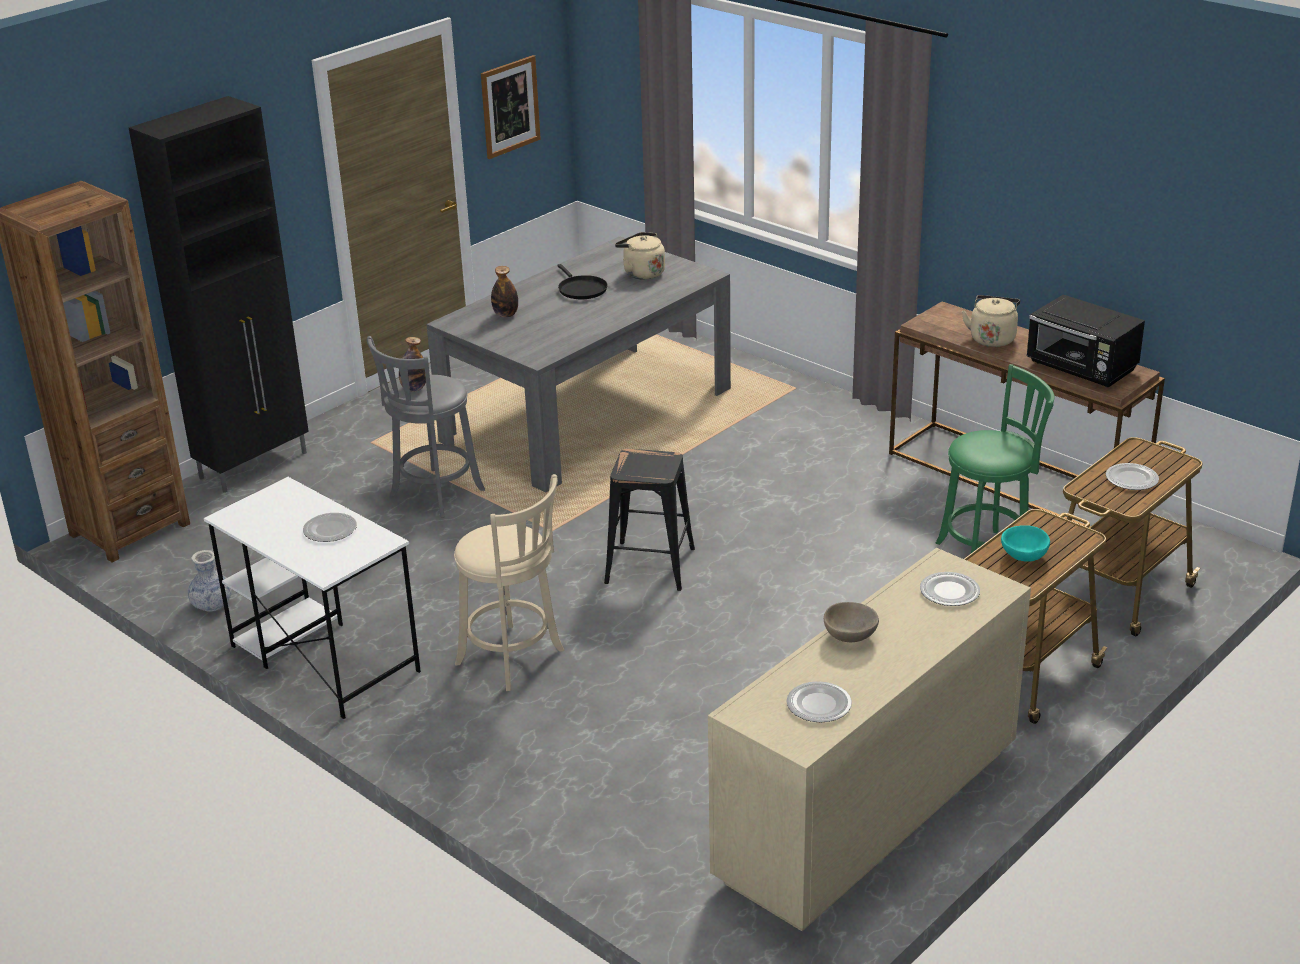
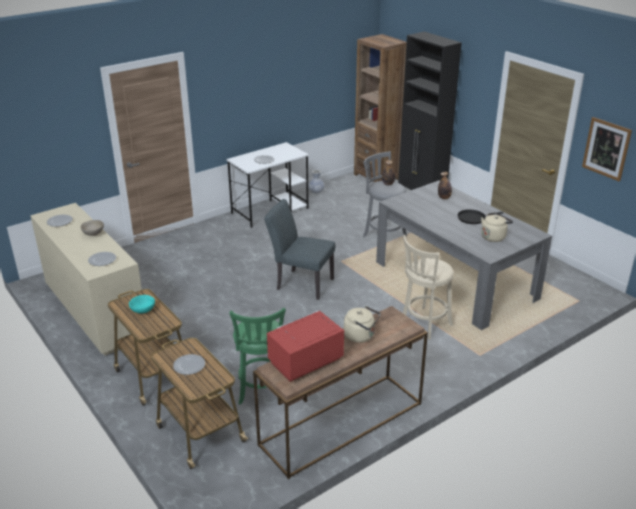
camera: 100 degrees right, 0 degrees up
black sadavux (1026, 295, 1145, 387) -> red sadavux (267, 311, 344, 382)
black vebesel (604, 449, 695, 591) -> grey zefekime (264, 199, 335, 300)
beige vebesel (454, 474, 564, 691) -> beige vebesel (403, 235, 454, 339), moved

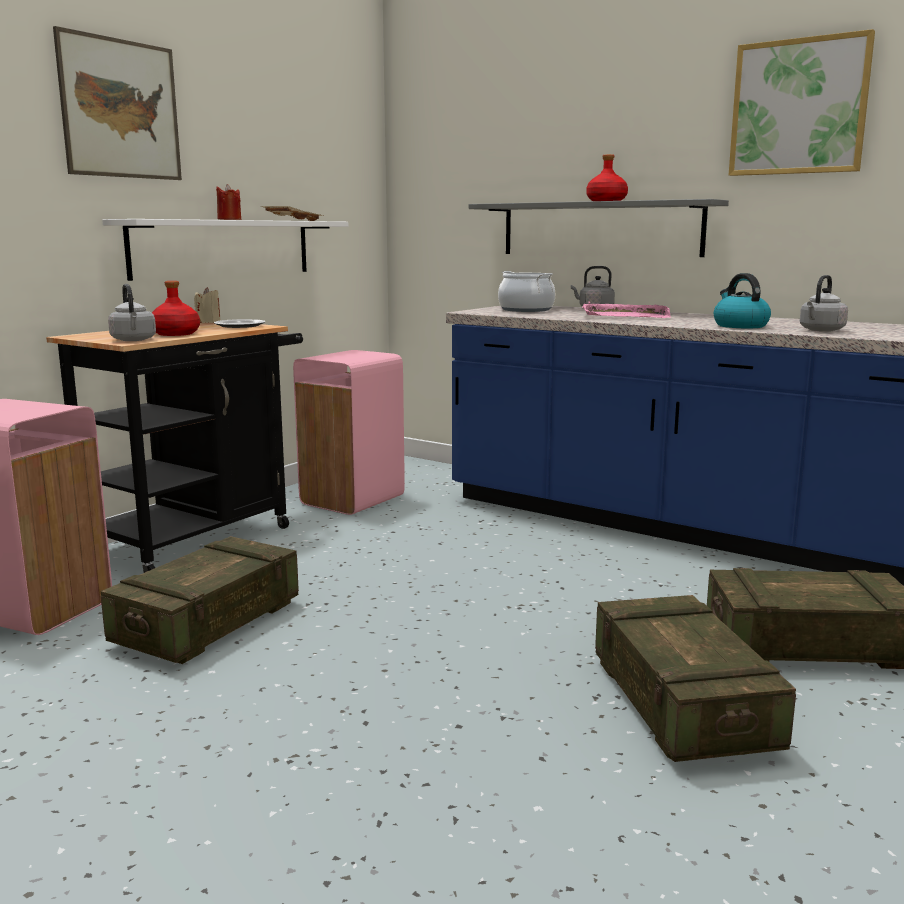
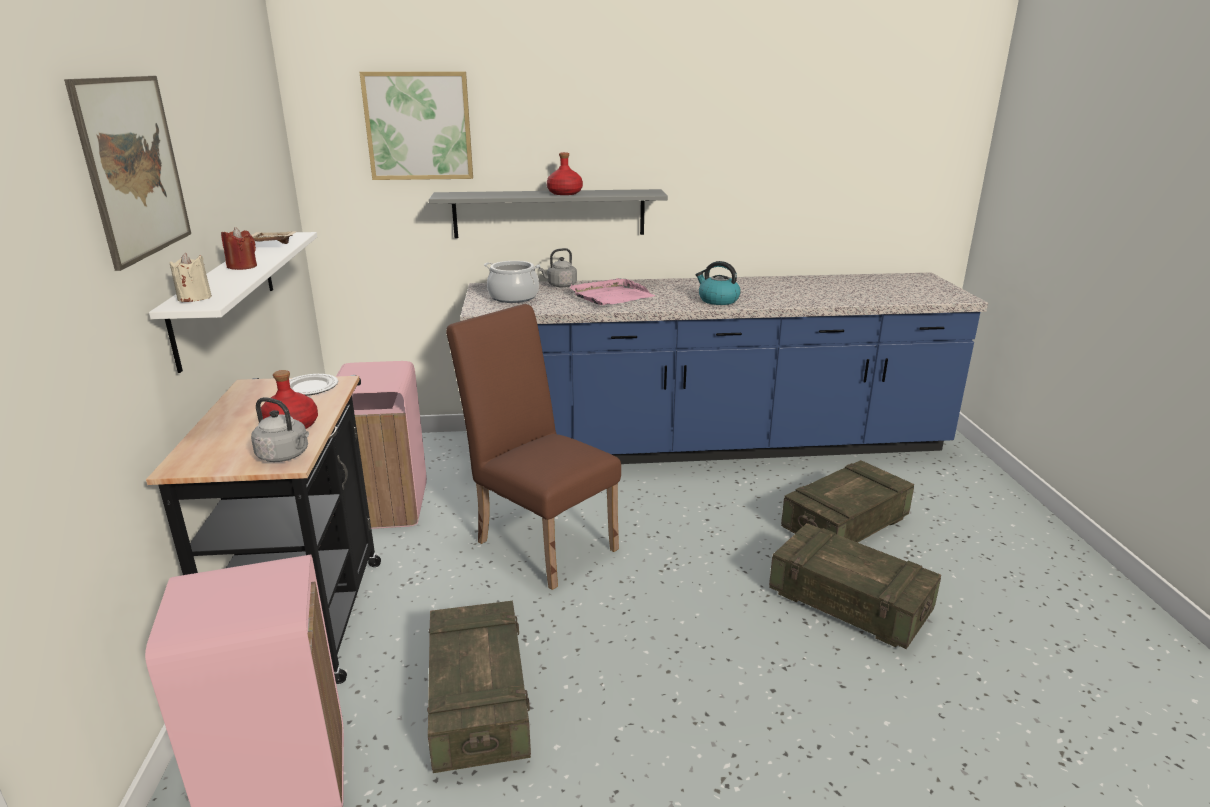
camera: 40 degrees left, 10 degrees up
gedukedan (729, 29, 875, 176) -> gedukedan (359, 72, 473, 180), moved
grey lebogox (800, 275, 848, 332) -> none
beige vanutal (194, 287, 221, 323) -> beige vanutal (169, 253, 212, 302), moved
none -> brown zefekime (446, 304, 621, 590)

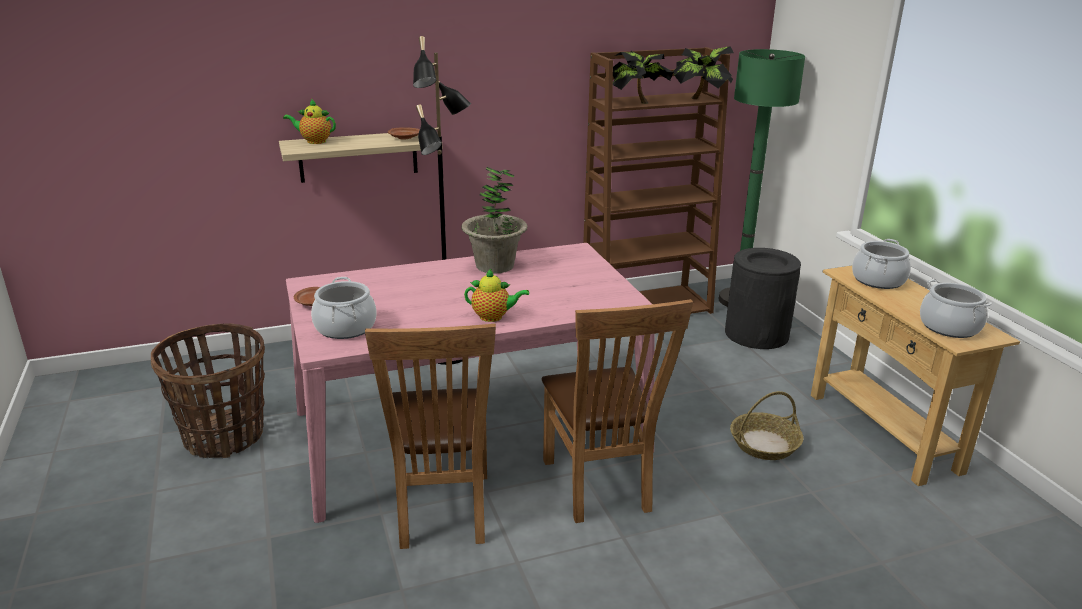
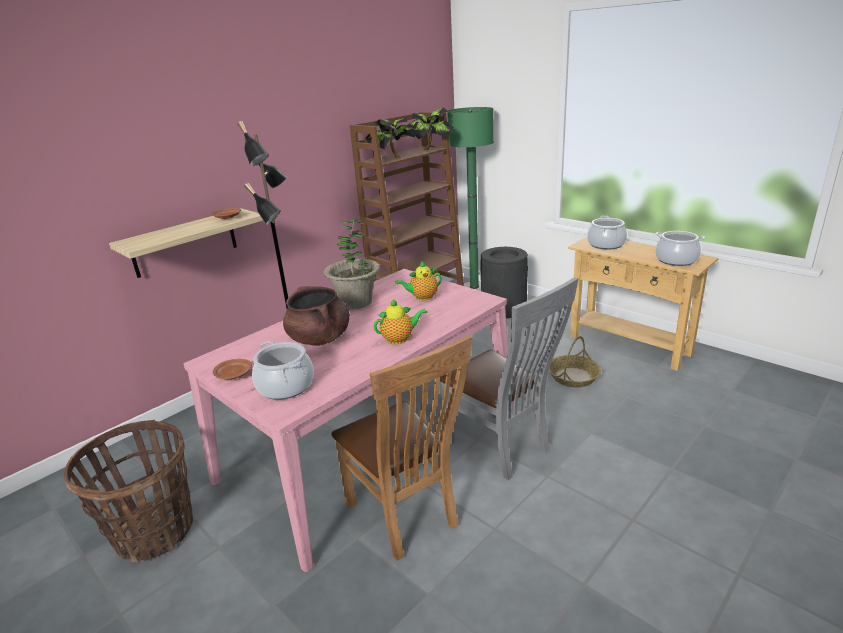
camera: 25 degrees left, 0 degrees up
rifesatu (283, 99, 336, 144) -> rifesatu (395, 261, 442, 301), moved
brown zefekime (542, 299, 693, 523) -> grey zefekime (440, 277, 579, 480)
none -> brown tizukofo (283, 286, 350, 346)

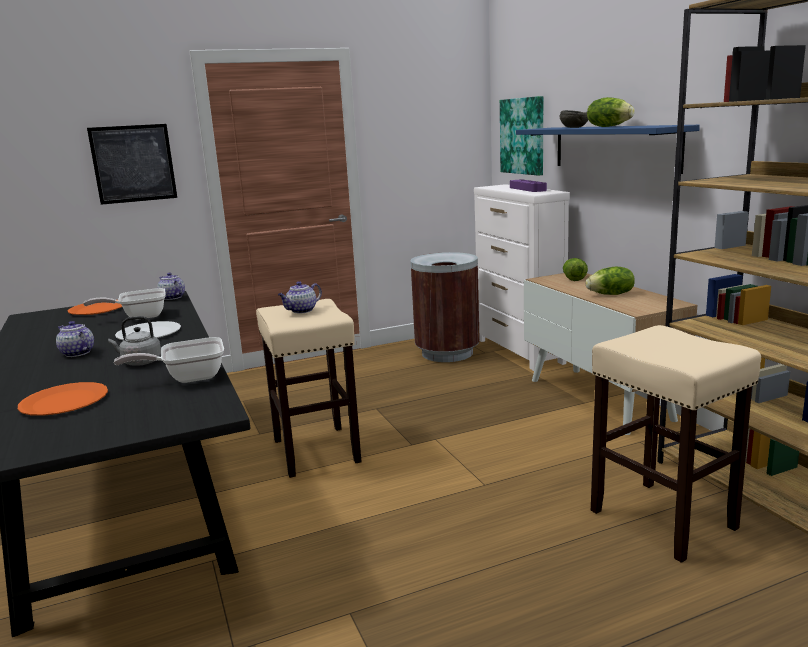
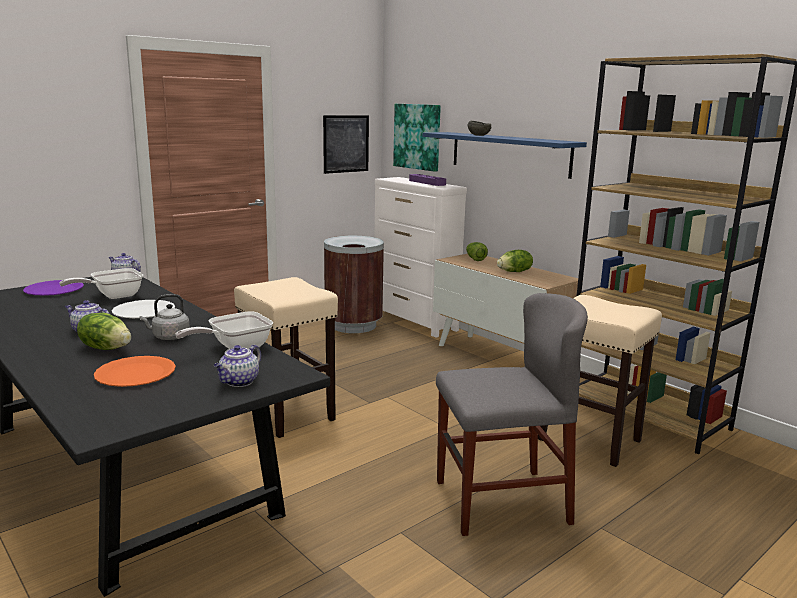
camera: 20 degrees left, 0 degrees up
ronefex (587, 97, 635, 127) -> ronefex (77, 313, 131, 350), moved
gedukedan (87, 124, 177, 205) -> gedukedan (323, 115, 369, 174), moved
rifesatu (278, 281, 322, 313) -> rifesatu (214, 345, 261, 387), moved
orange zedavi (68, 300, 122, 315) -> purple zedavi (23, 280, 84, 295)
none -> grey zefekime (436, 293, 588, 536)

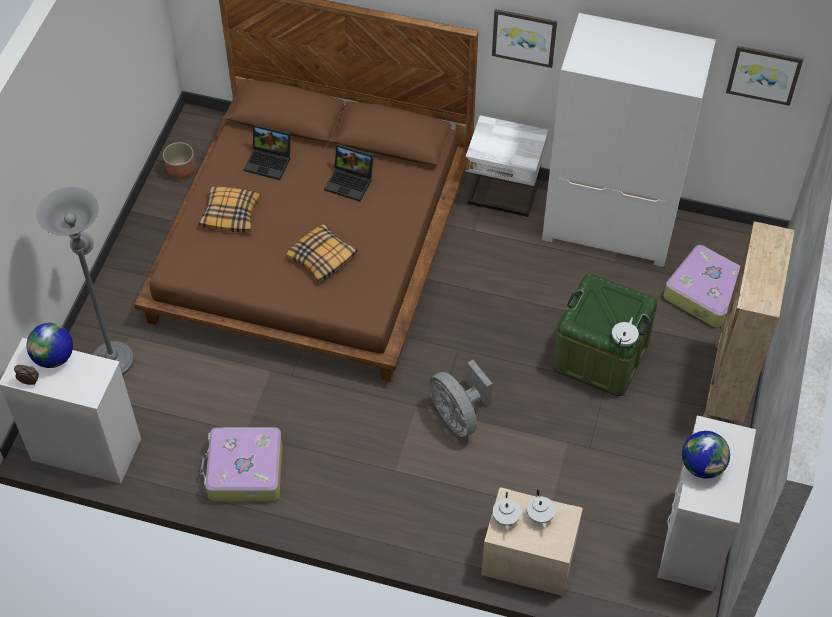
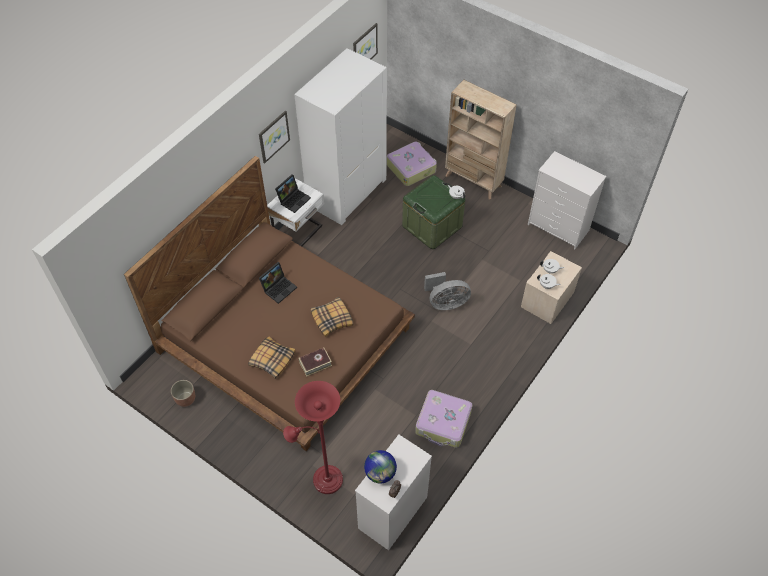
camera: 70 degrees left, 0 degrees up
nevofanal (244, 124, 291, 180) -> nevofanal (275, 174, 311, 213), moved
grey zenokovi (36, 187, 134, 376) -> red zenokovi (283, 381, 343, 494)
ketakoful (682, 431, 730, 478) -> none
none -> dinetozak (299, 347, 332, 377)

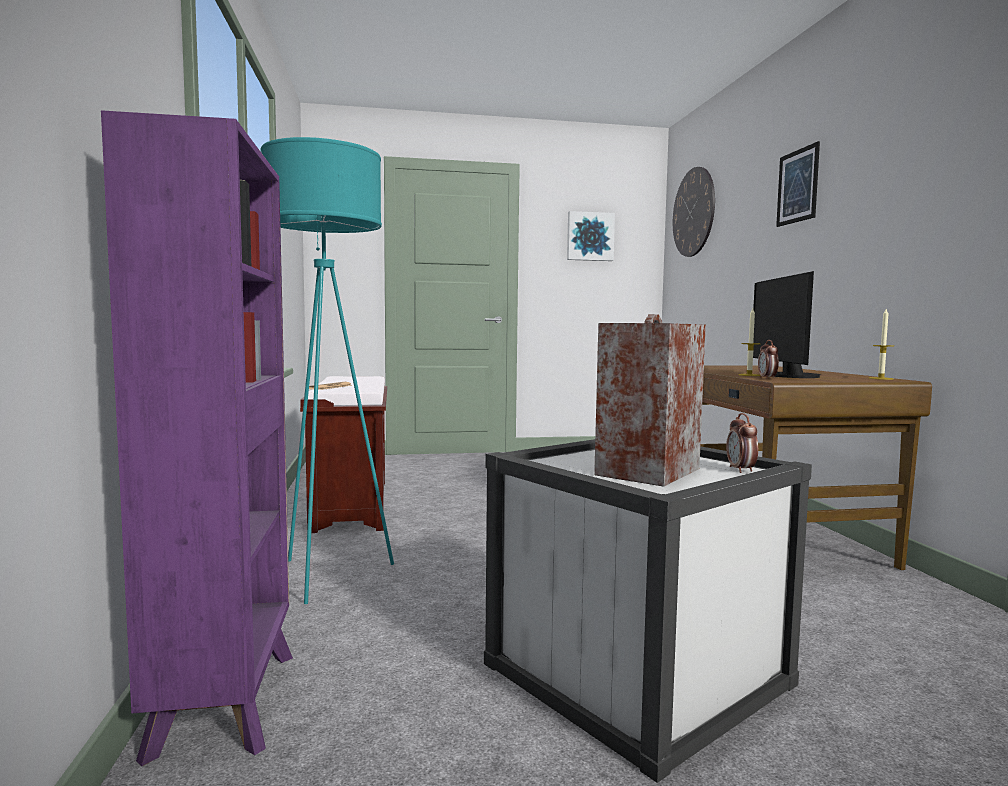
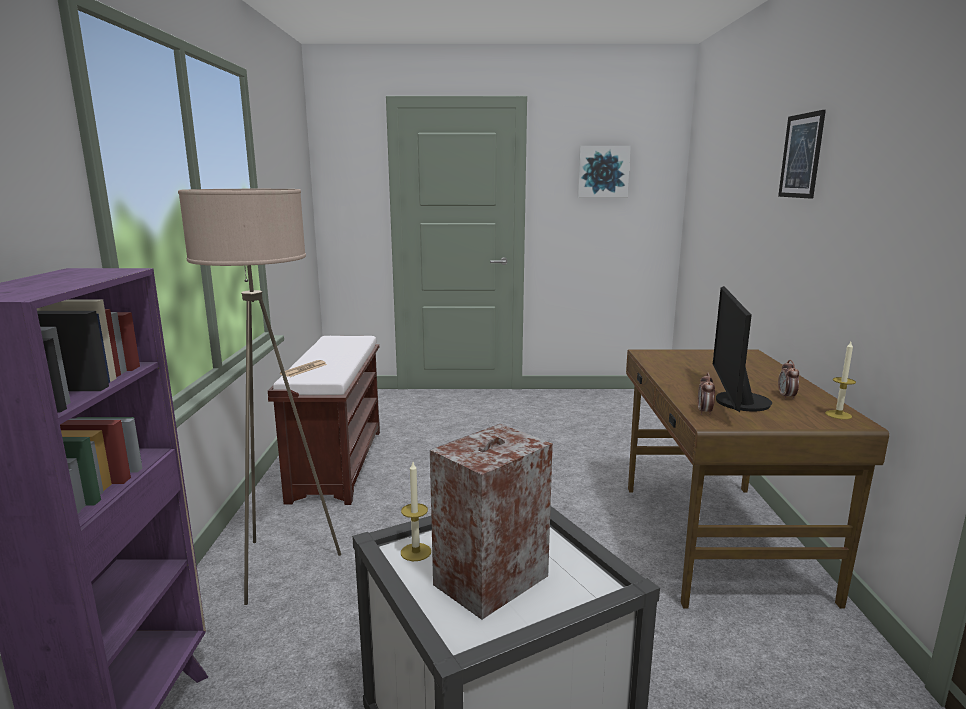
camera: 10 degrees right, 10 degrees up
turquoise zenokovi (261, 137, 394, 604) -> beige zenokovi (178, 189, 341, 605)
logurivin (673, 167, 715, 257) -> none
vanutal (738, 308, 761, 376) -> vanutal (401, 462, 431, 561), moved
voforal (726, 413, 758, 473) -> voforal (778, 360, 799, 400), moved

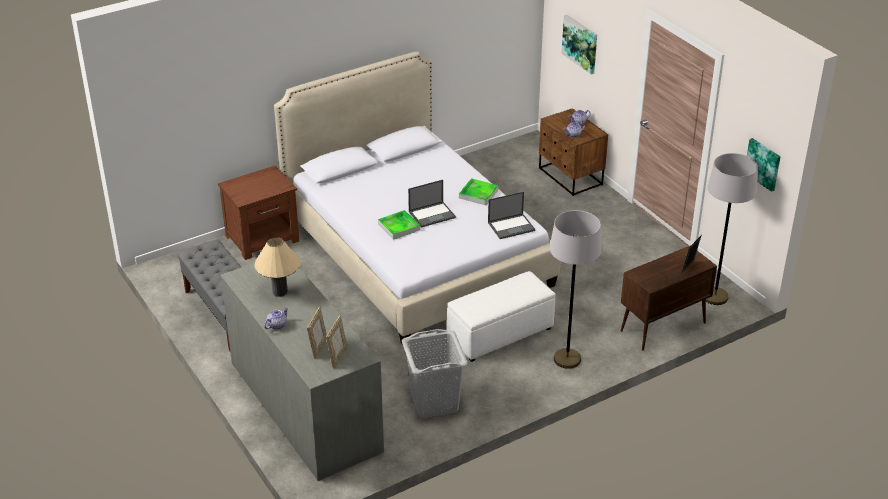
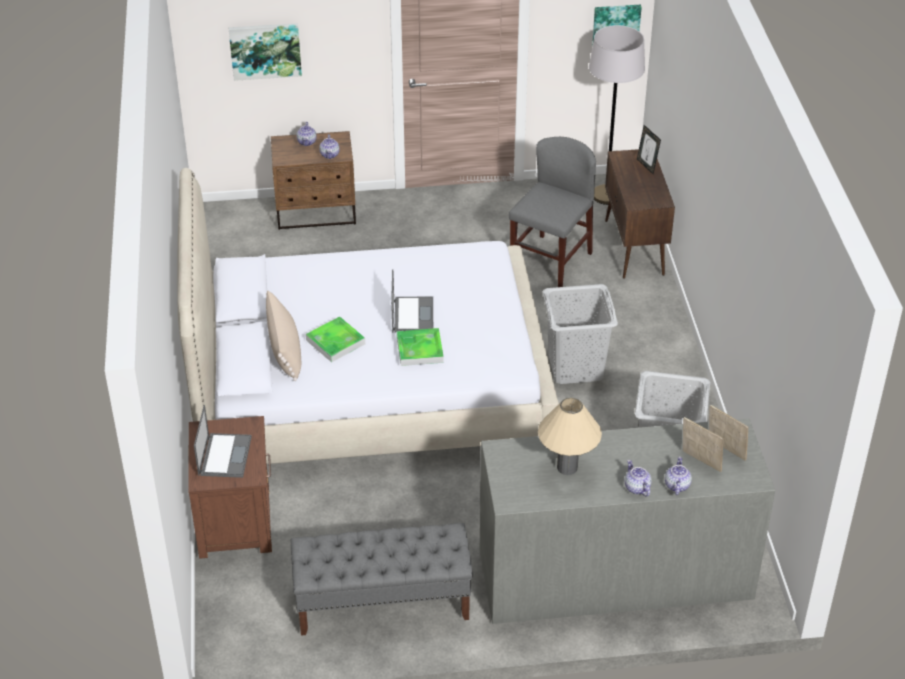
camera: 65 degrees left, 5 degrees up
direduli (459, 178, 498, 205) -> direduli (306, 317, 365, 362), moved
nevofanal (488, 192, 535, 239) -> nevofanal (194, 405, 252, 478), moved
grey zenokovi (550, 210, 602, 369) -> none
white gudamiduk (447, 271, 556, 362) -> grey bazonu (543, 284, 618, 384)
none -> grey zefekime (509, 137, 596, 287)
none -> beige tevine (266, 290, 301, 381)
none -> rifesatu (665, 457, 692, 495)

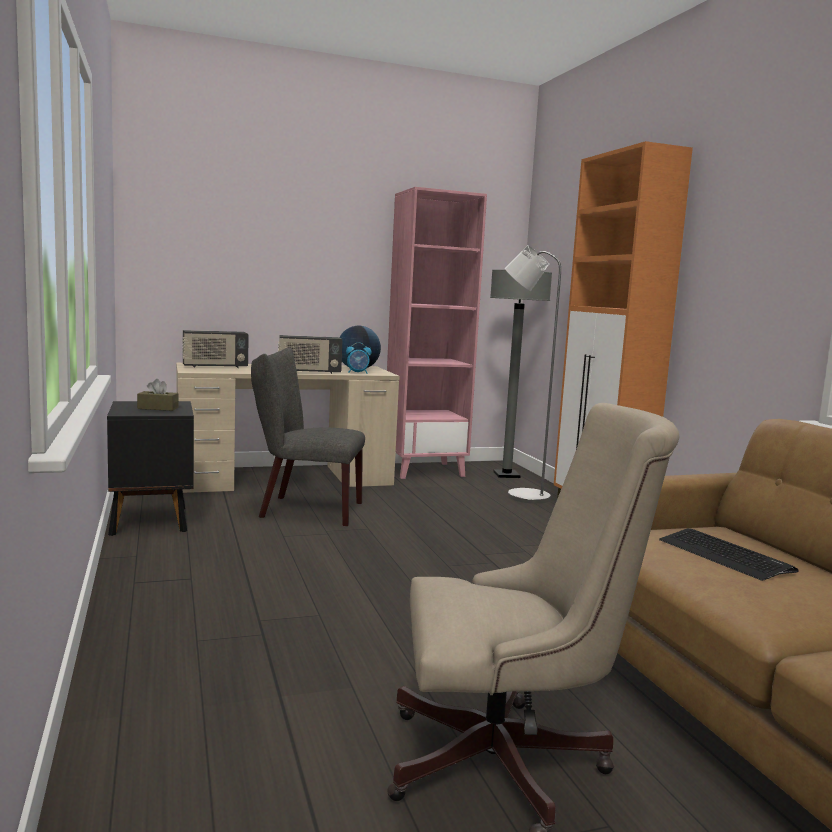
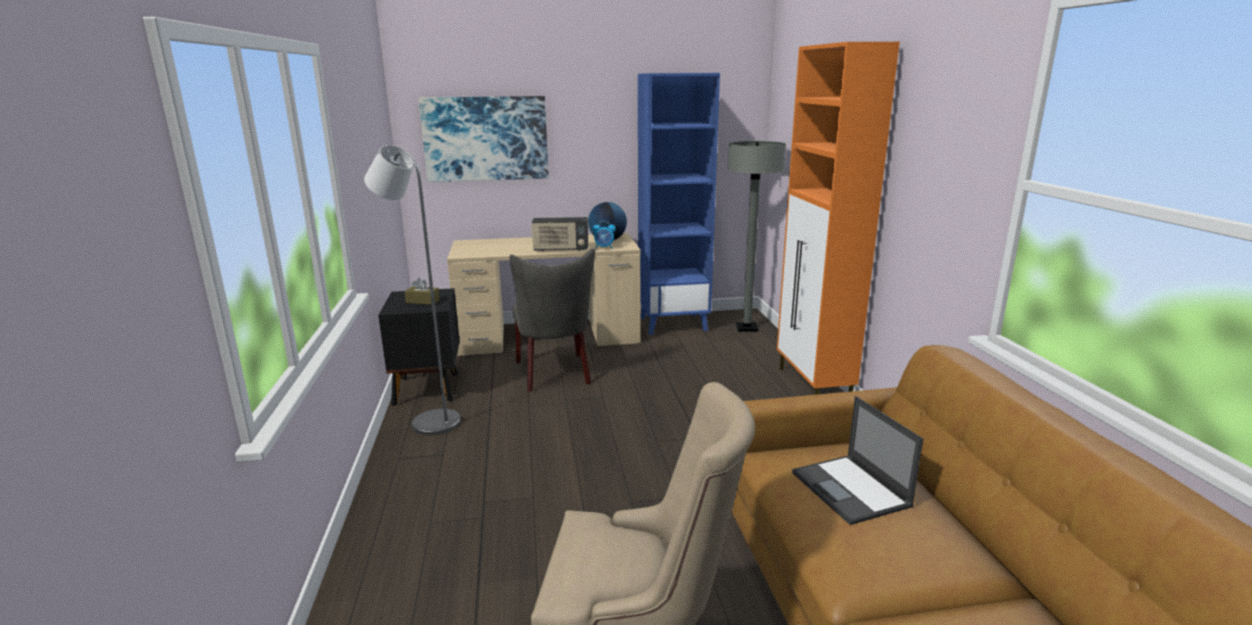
camera: 10 degrees right, 10 degrees up
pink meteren (387, 187, 487, 479) -> blue meteren (638, 73, 720, 335)
grey zenokovi (505, 245, 561, 504) -> grey zenokovi (364, 145, 461, 435), moved
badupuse (183, 330, 249, 368) -> none
grey zefekime (251, 347, 365, 526) -> grey zefekime (510, 248, 595, 392), 120 degrees counterclockwise
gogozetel (659, 528, 799, 581) -> nevofanal (792, 396, 923, 525)
none -> gedukedan (419, 96, 549, 182)

